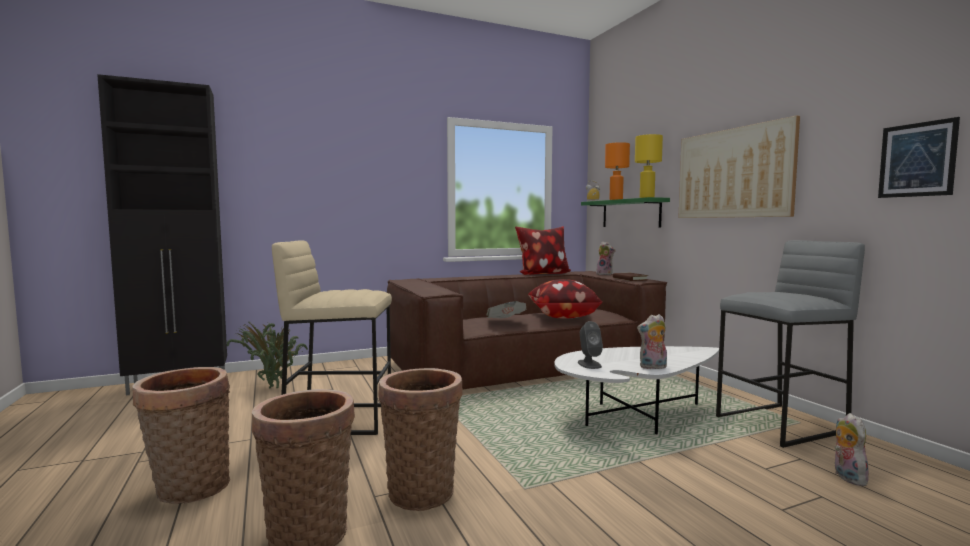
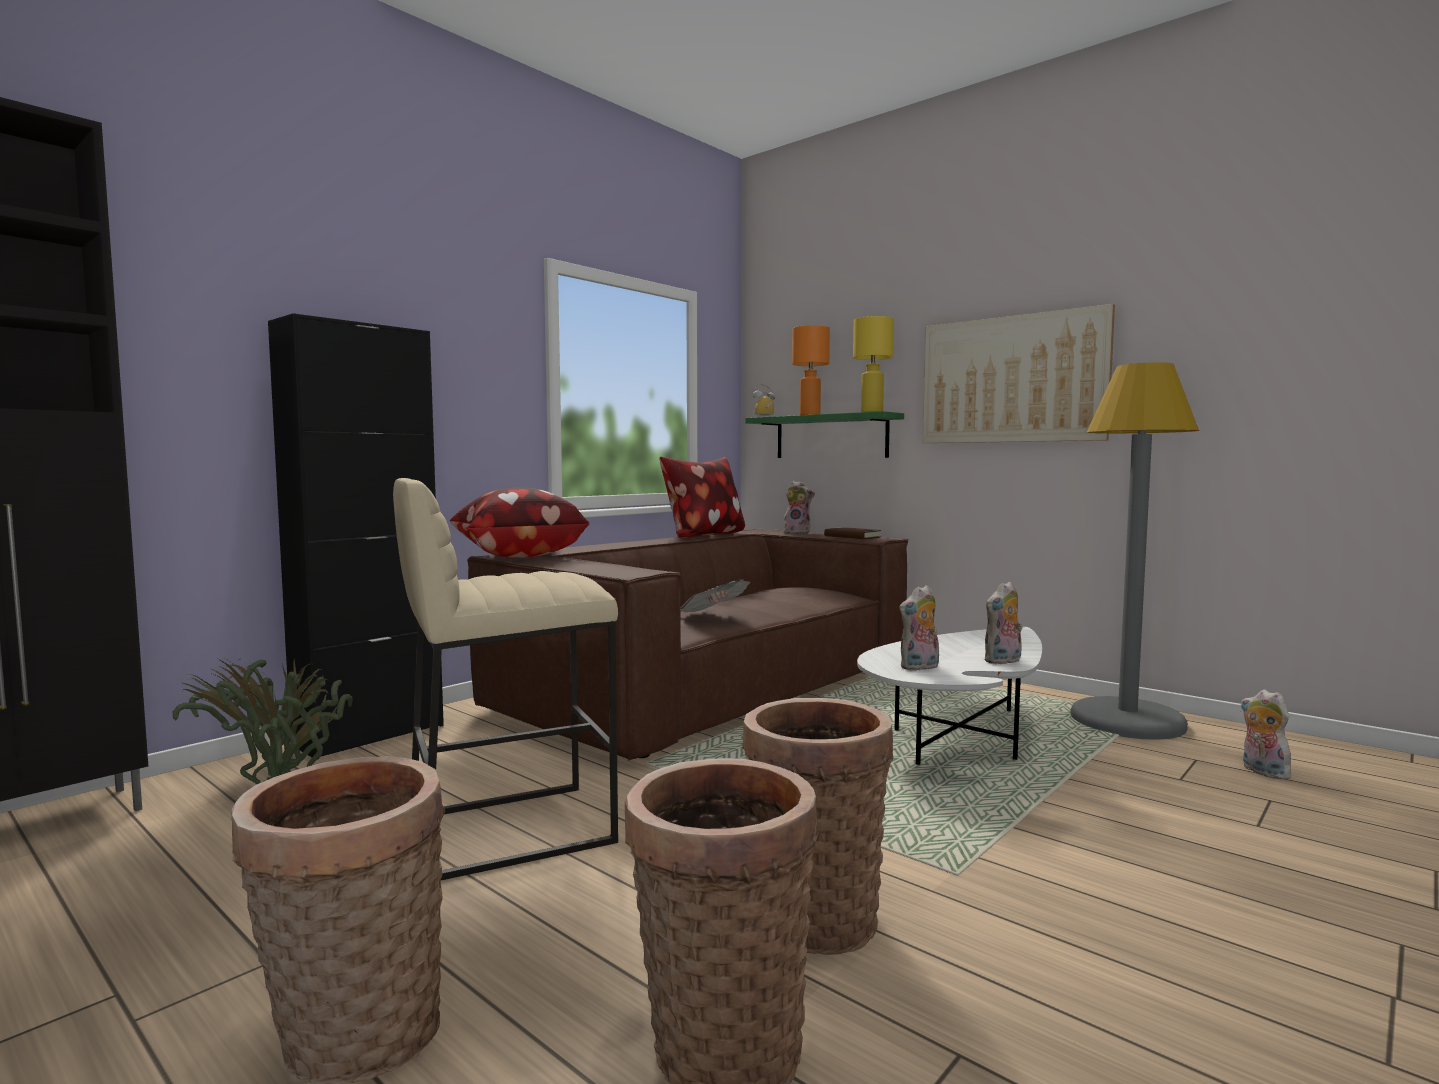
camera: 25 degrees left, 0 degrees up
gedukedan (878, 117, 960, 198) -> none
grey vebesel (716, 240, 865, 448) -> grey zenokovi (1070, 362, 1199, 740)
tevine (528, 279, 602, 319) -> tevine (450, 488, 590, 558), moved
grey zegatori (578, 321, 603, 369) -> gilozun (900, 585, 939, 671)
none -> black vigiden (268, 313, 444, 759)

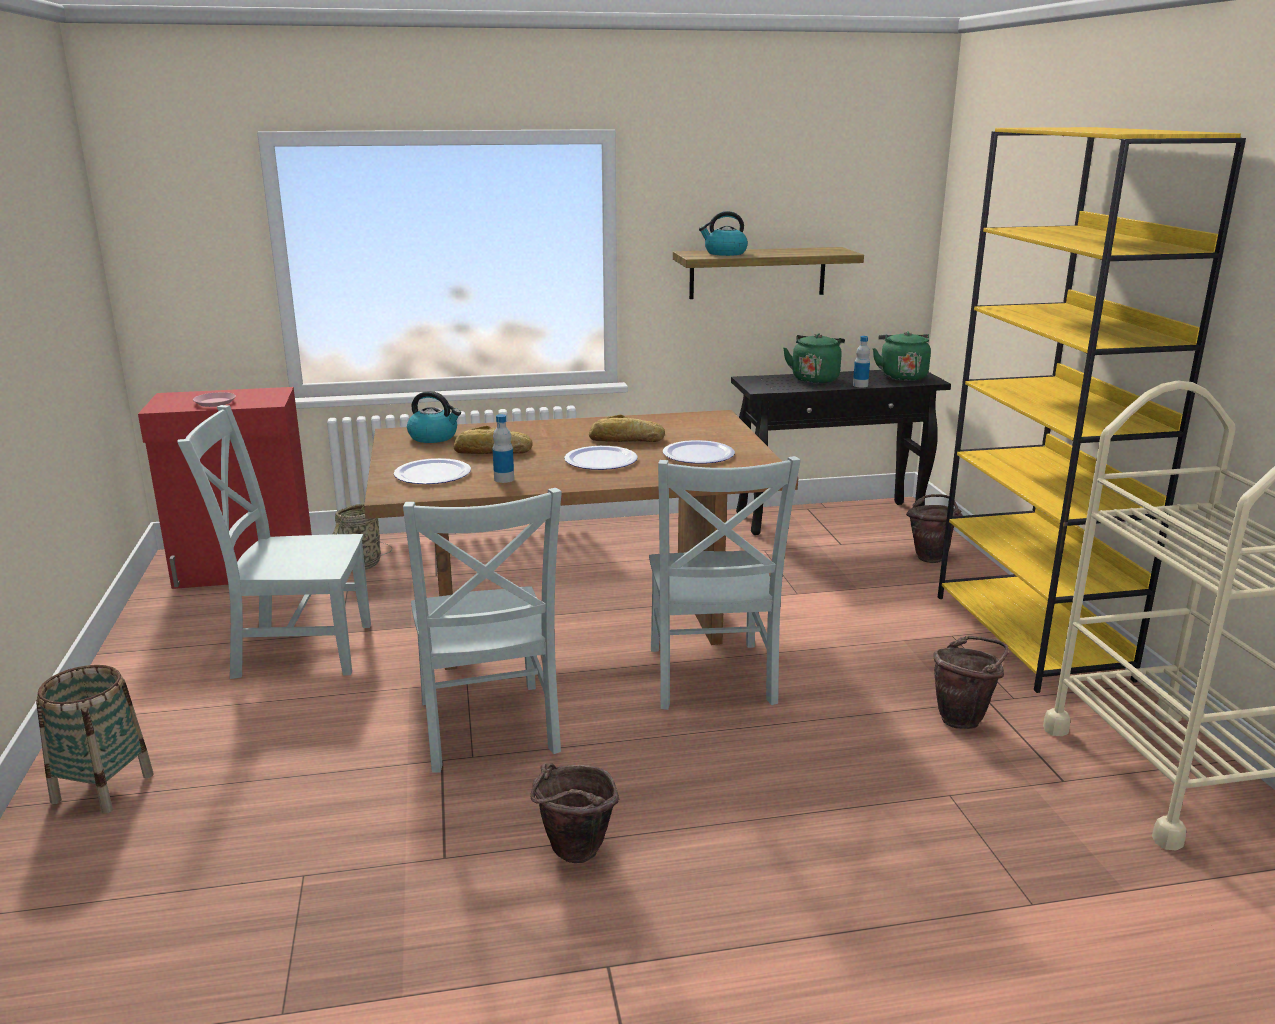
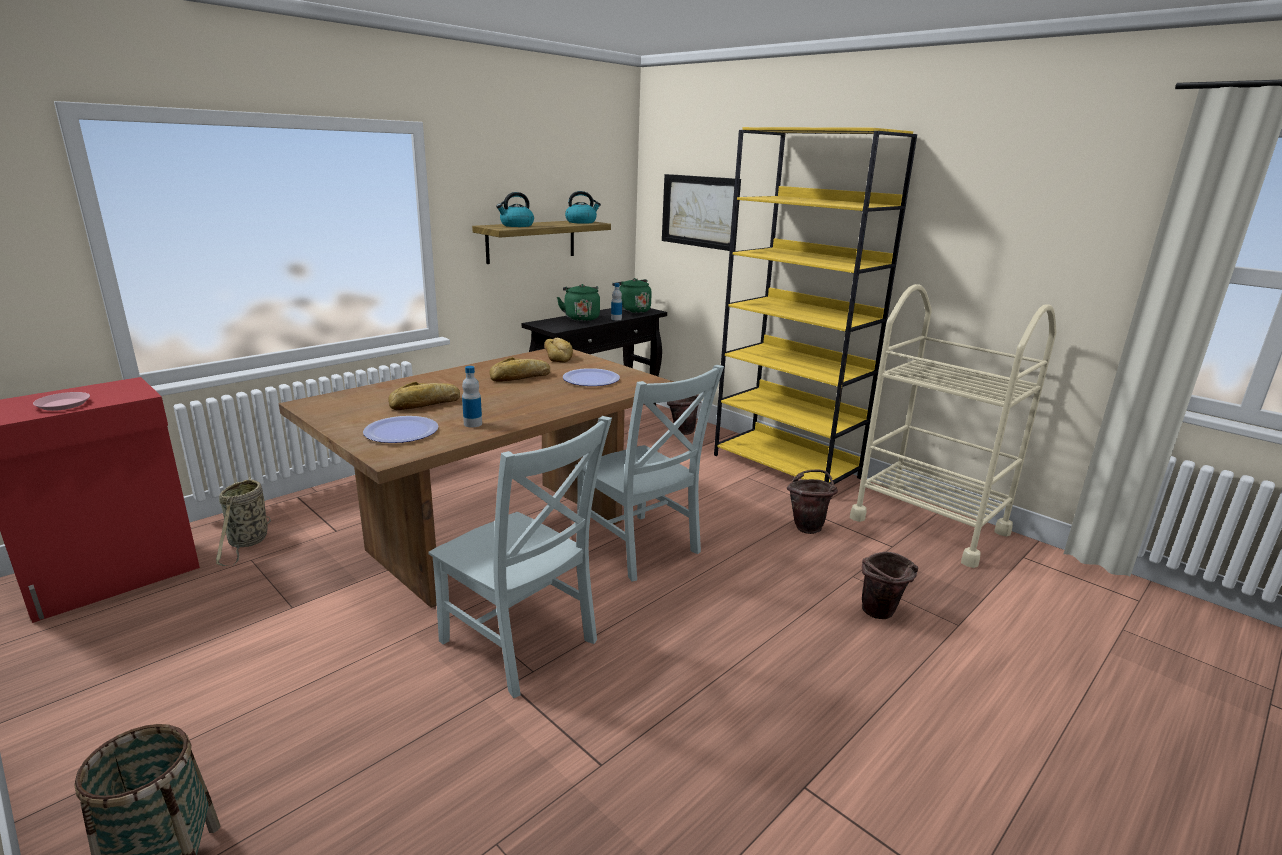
camera: 35 degrees left, 0 degrees up
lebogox (407, 391, 461, 443) -> lebogox (565, 191, 601, 224), moved
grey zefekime (177, 405, 371, 679) -> none
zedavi (564, 446, 638, 470) -> none
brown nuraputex (531, 763, 619, 863) -> brown nuraputex (862, 552, 918, 619), moved
none -> gedukedan (662, 174, 741, 251)
none -> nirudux (544, 338, 573, 363)

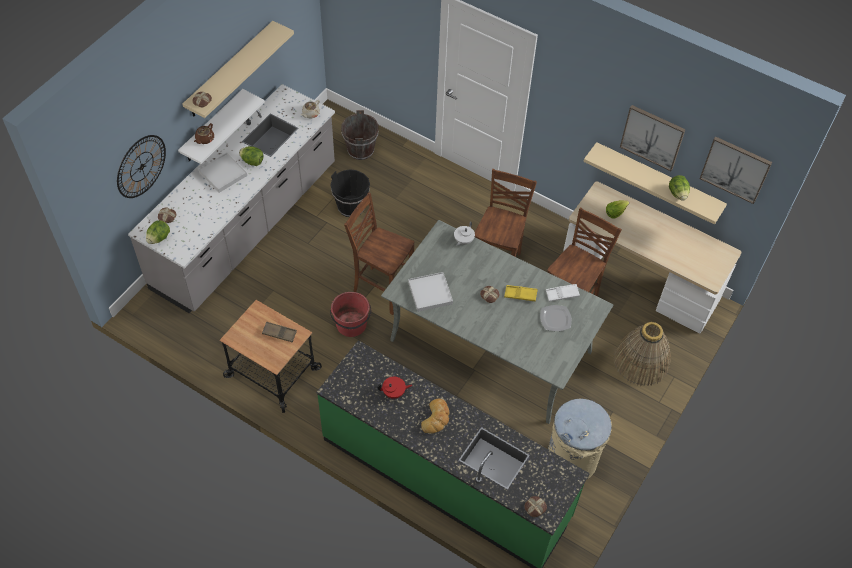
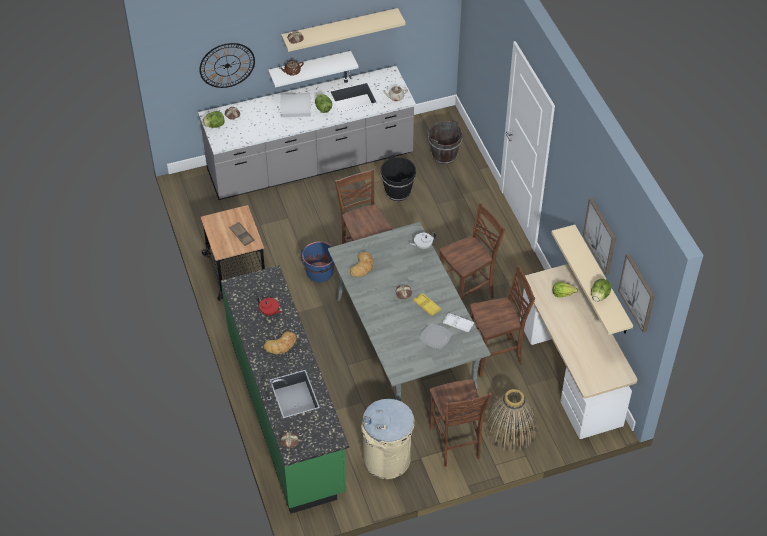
camera: 40 degrees right, 5 degrees down
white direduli (408, 272, 453, 312) -> nirudux (350, 252, 373, 277)
red nuraputex (330, 292, 371, 337) -> blue nuraputex (301, 241, 334, 282)
none -> brown zefekime (429, 379, 492, 467)

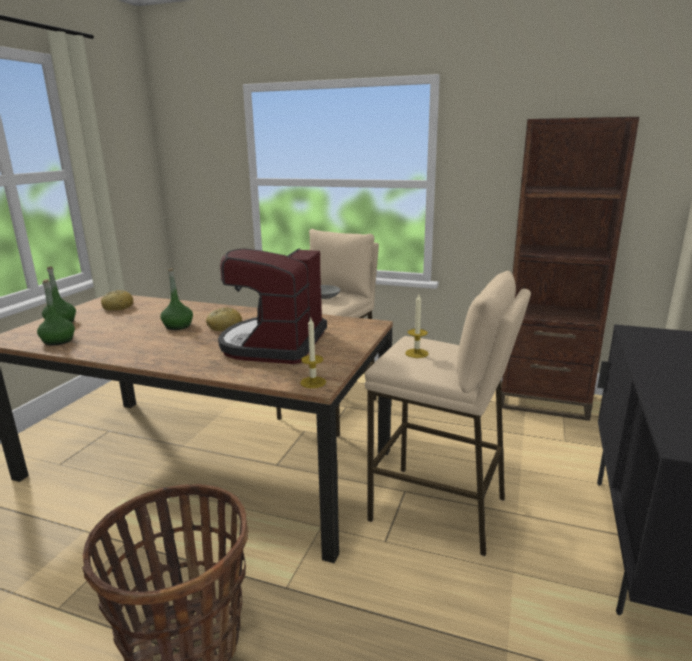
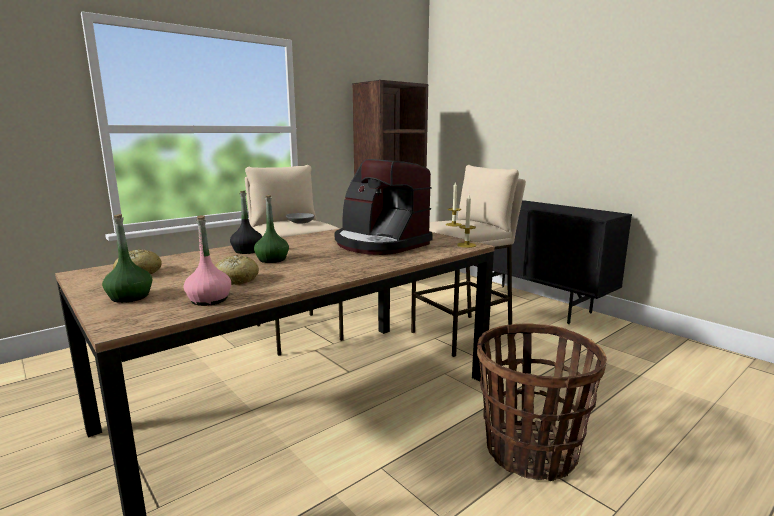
camera: 60 degrees left, 5 degrees down
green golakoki (37, 279, 75, 346) -> pink golakoki (184, 215, 231, 306)
nirudux (206, 307, 242, 331) -> nirudux (215, 255, 259, 285), moved
none -> black golakoki (230, 191, 262, 254)

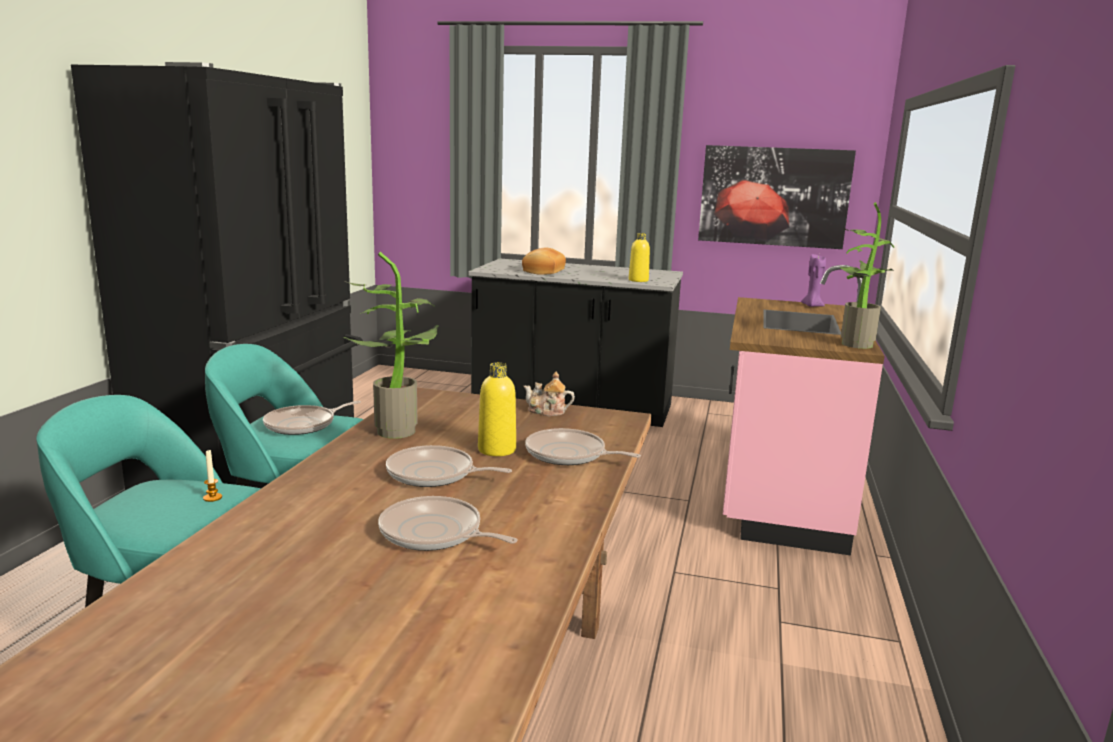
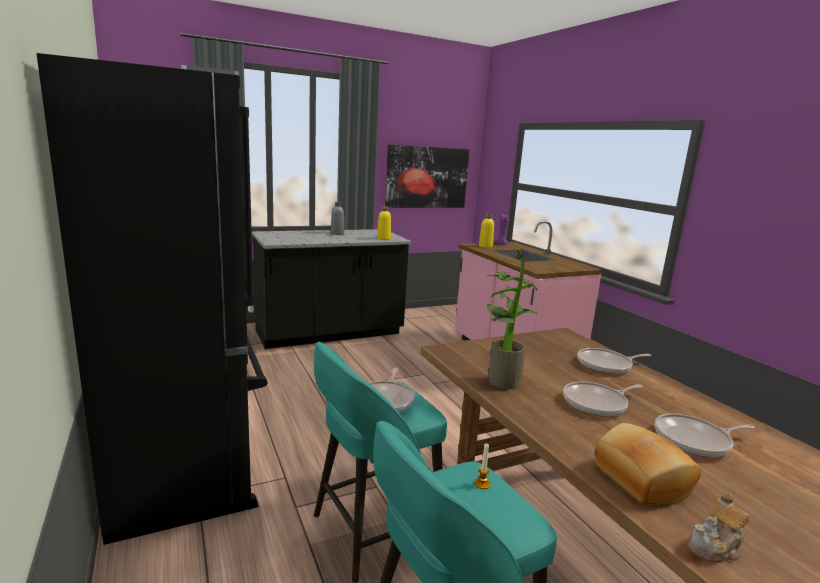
camera: 40 degrees left, 0 degrees up
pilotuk (840, 202, 894, 349) -> none
nirudux (522, 248, 566, 275) -> nirudux (595, 423, 701, 506), moved
yellow golakoki (478, 362, 516, 456) -> yellow golakoki (479, 214, 494, 248), moved
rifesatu (524, 372, 575, 416) -> rifesatu (688, 493, 750, 562), moved
none -> grey golakoki (331, 202, 344, 235)

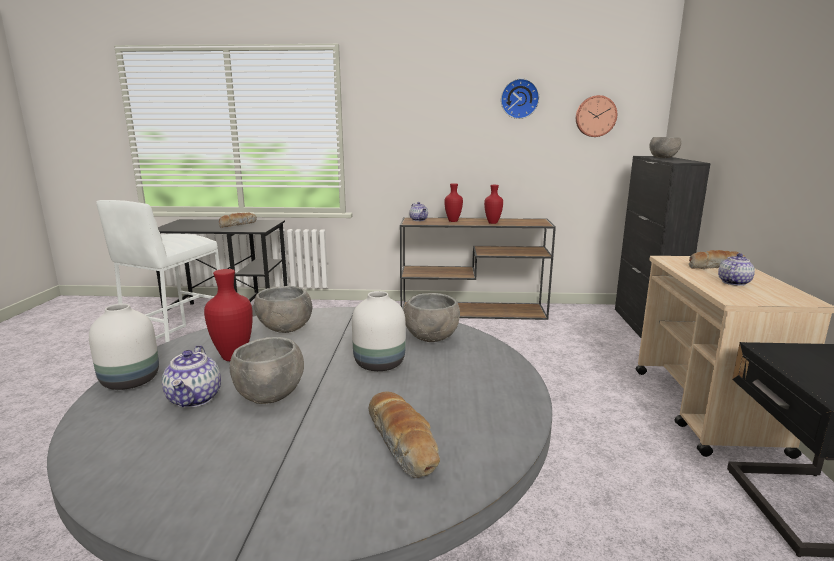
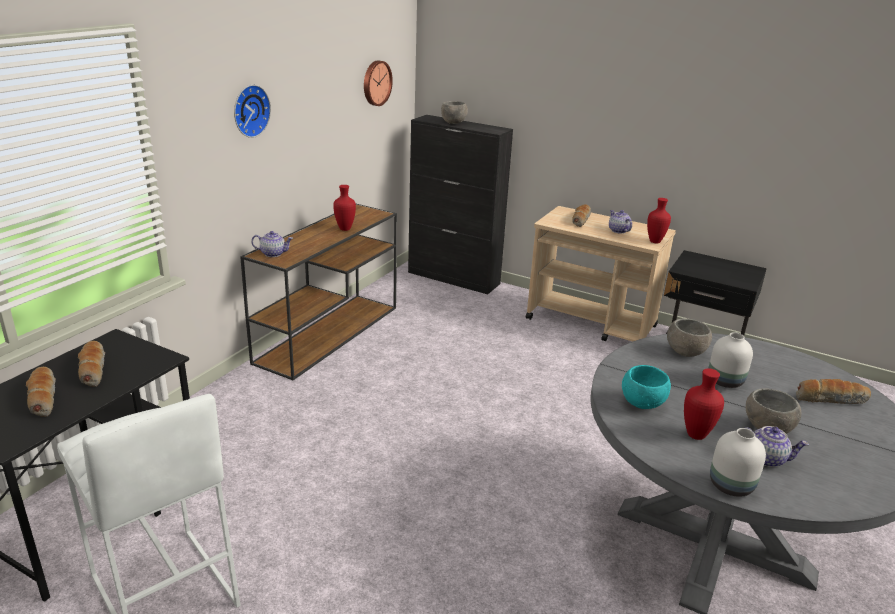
camera: 65 degrees left, 10 degrees up
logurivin (501, 78, 539, 119) -> logurivin (234, 85, 271, 138), moved
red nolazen (444, 183, 463, 222) -> red nolazen (647, 198, 671, 243), moved
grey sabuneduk (254, 286, 312, 333) -> turquoise sabuneduk (622, 365, 671, 409)
none -> nirudux (26, 367, 56, 417)

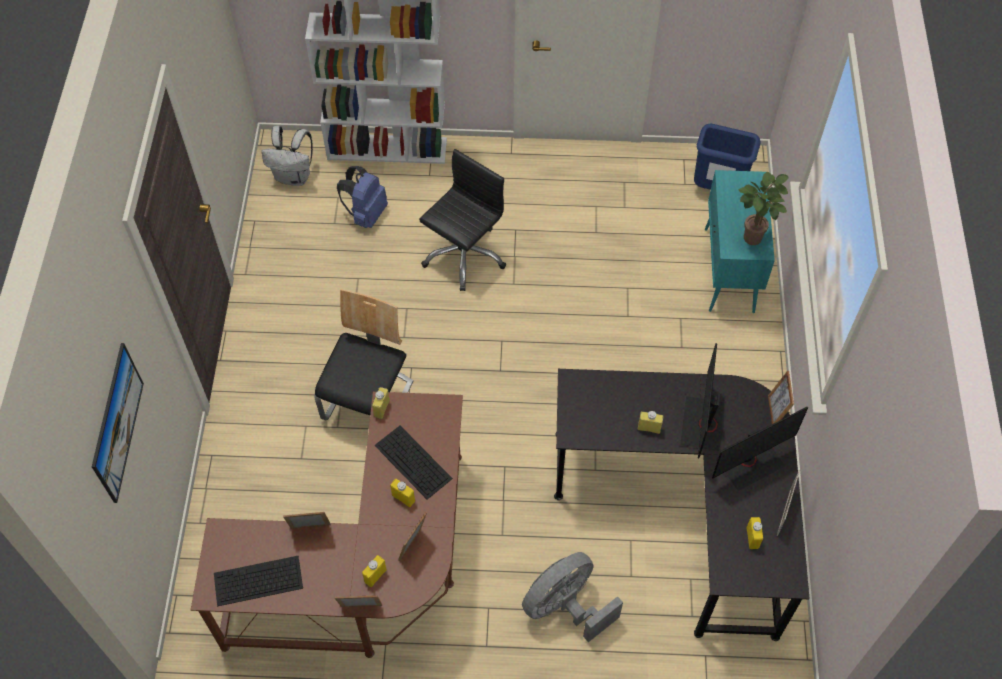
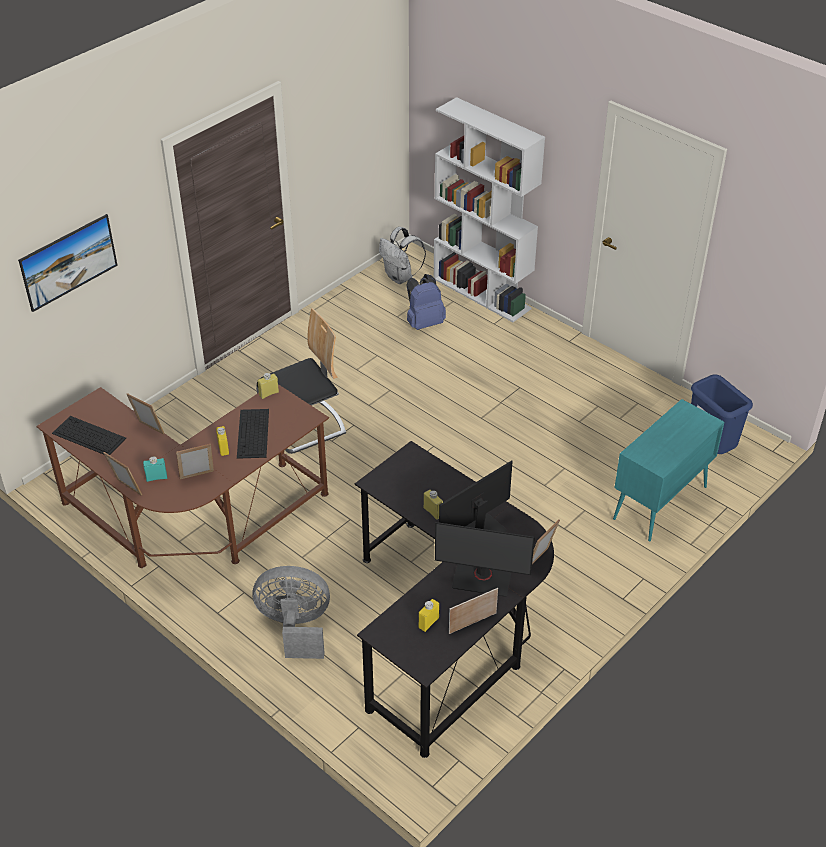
camera: 40 degrees right, 15 degrees down
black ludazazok (419, 149, 506, 291) -> none
pilotuk (738, 171, 788, 245) -> none
yellow golakoki (362, 555, 387, 587) -> turquoise golakoki (143, 456, 167, 482)

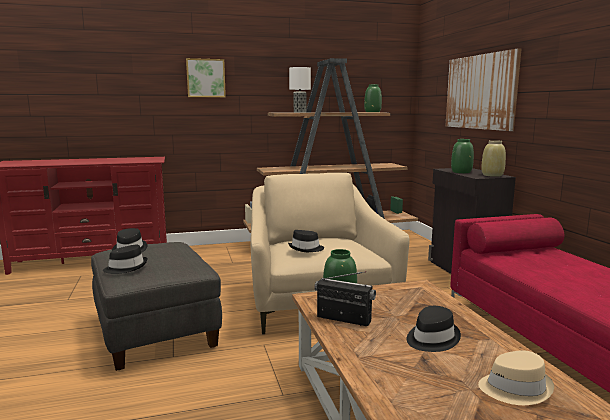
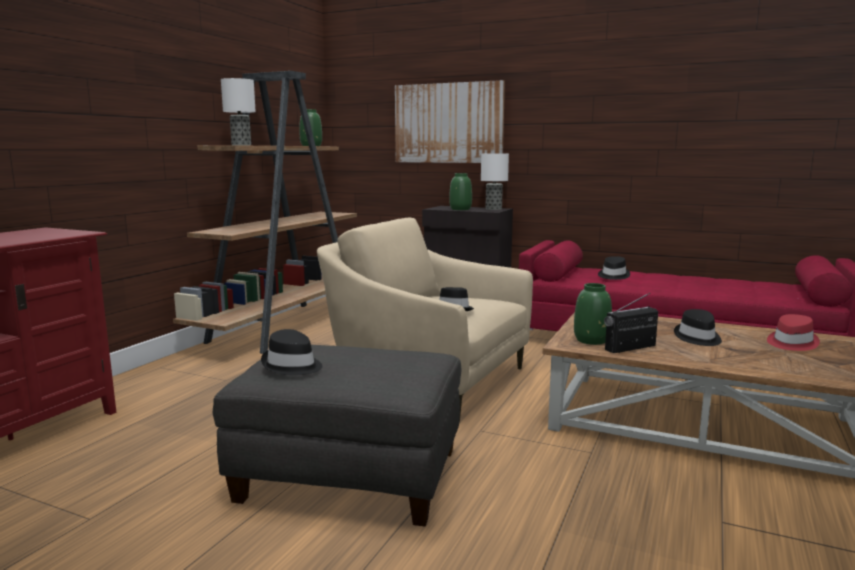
camera: 50 degrees left, 0 degrees up
gedukedan (186, 58, 226, 97) -> none
beige nolazen (481, 140, 506, 177) -> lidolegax (481, 153, 509, 210)
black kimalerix (103, 245, 148, 274) -> black kimalerix (598, 256, 630, 280), moved
beige kimalerix (478, 350, 554, 405) -> red kimalerix (767, 314, 820, 351)

